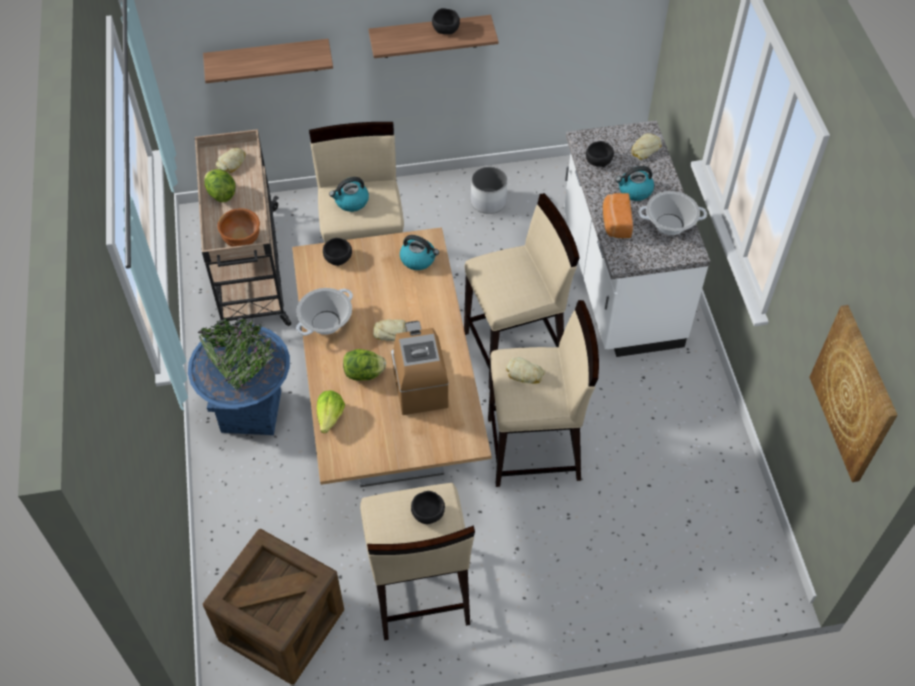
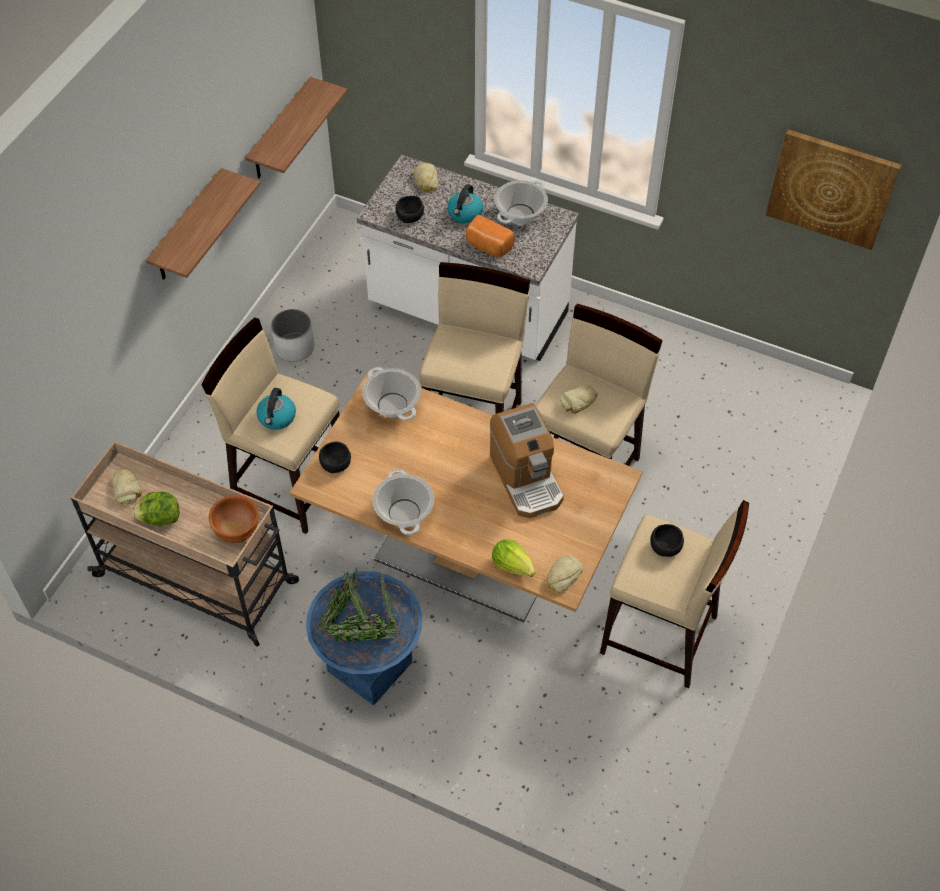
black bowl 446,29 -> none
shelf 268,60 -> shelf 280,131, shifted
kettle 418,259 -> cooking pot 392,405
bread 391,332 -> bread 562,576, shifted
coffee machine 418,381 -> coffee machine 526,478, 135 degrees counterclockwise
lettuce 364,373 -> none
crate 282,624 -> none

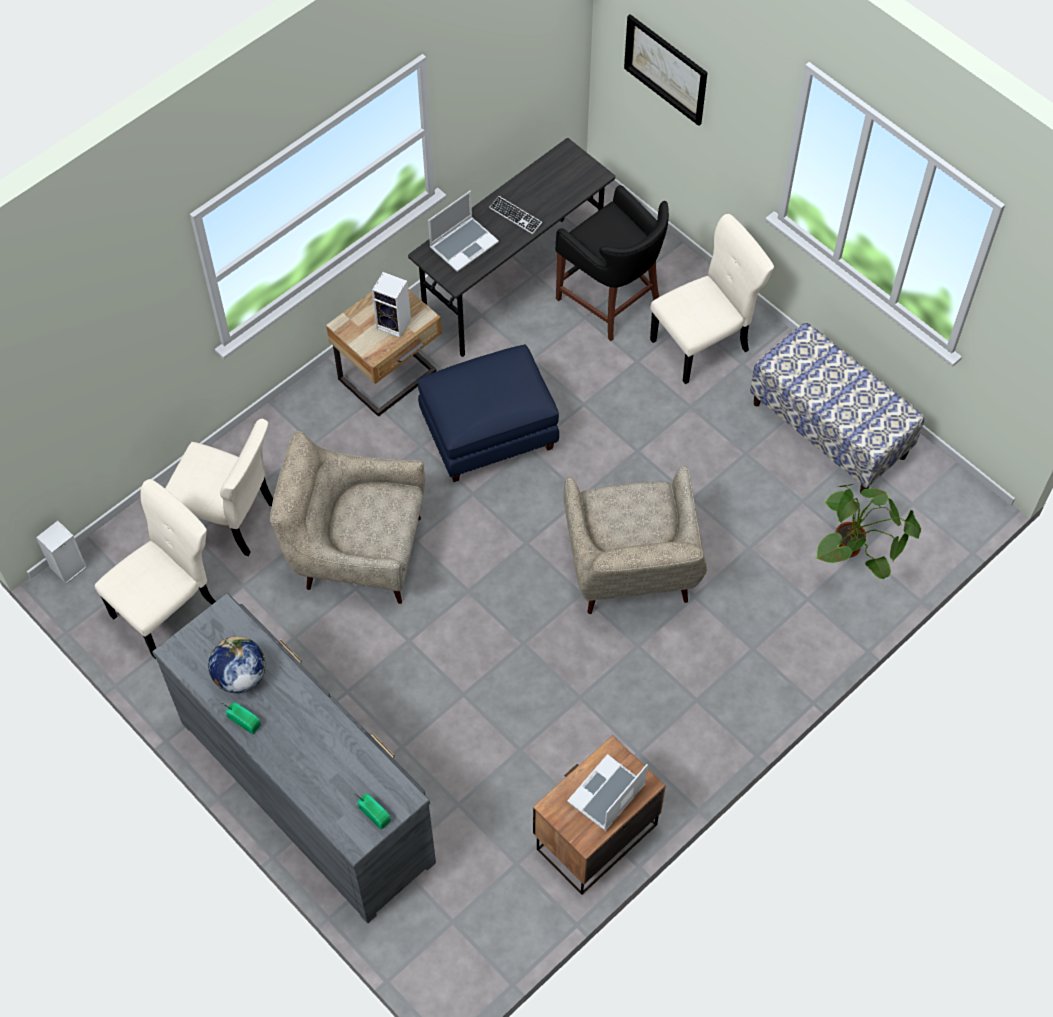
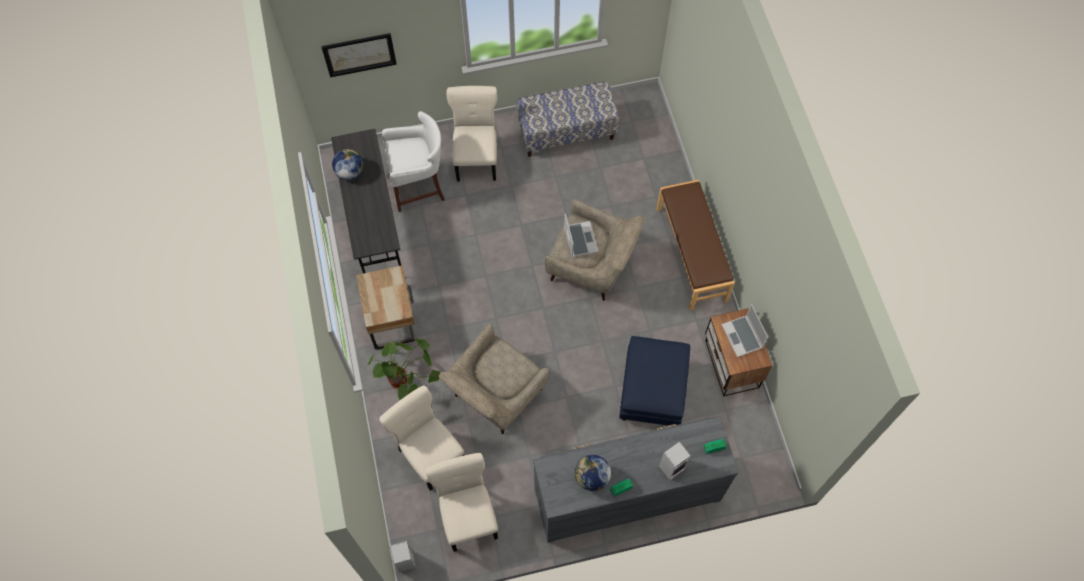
black stool 611,301 -> white stool 419,186
laptop 464,244 -> laptop 579,239, shifted
keyboard 515,216 -> none
speaker 395,324 -> speaker 672,466, shifted
blue ottoman 488,434 -> blue ottoman 653,391, shifted
beige chair 229,519 -> beige chair 430,454, 90 degrees counterclockwise
potted plant 855,557 -> potted plant 407,380, shifted
none -> globe 349,172
none -> brown bench 692,254

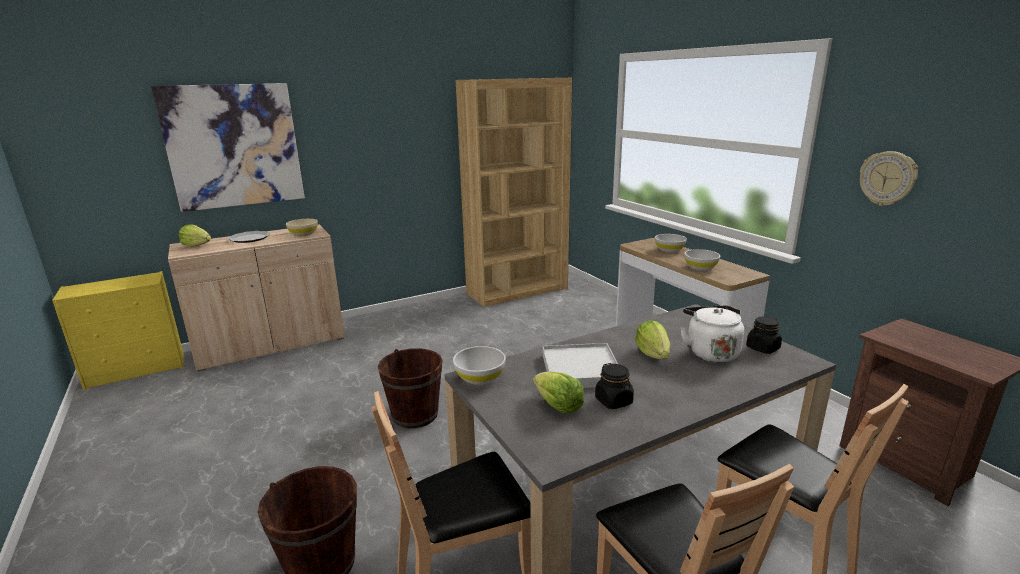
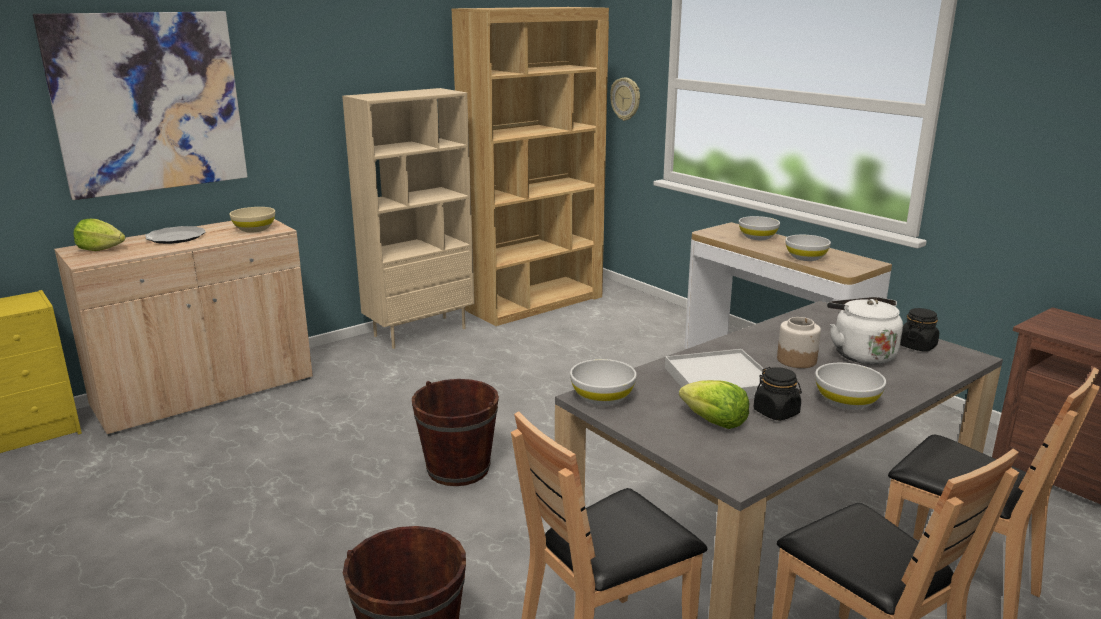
wall clock 887,178 -> wall clock 626,99, shifted
lettuce 653,354 -> jar 796,360
none -> beige bookcase 420,331
none -> white bowl 846,401

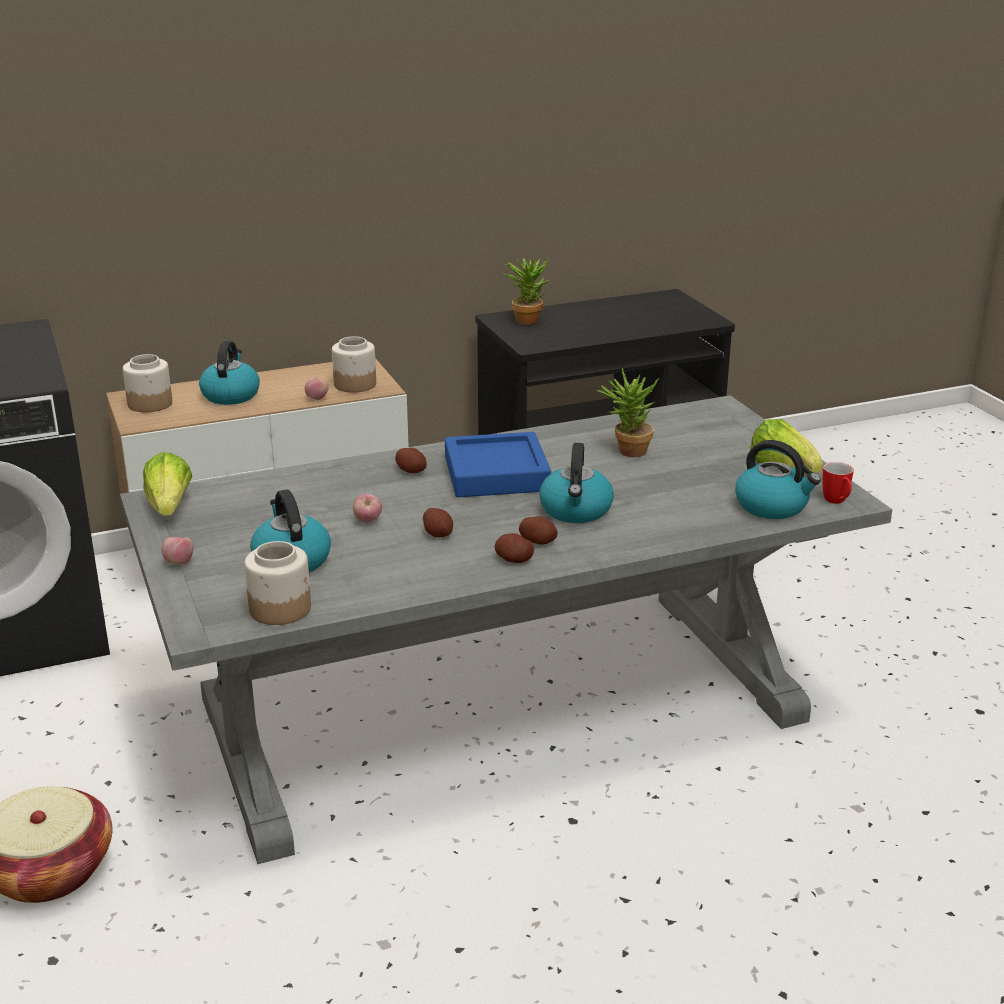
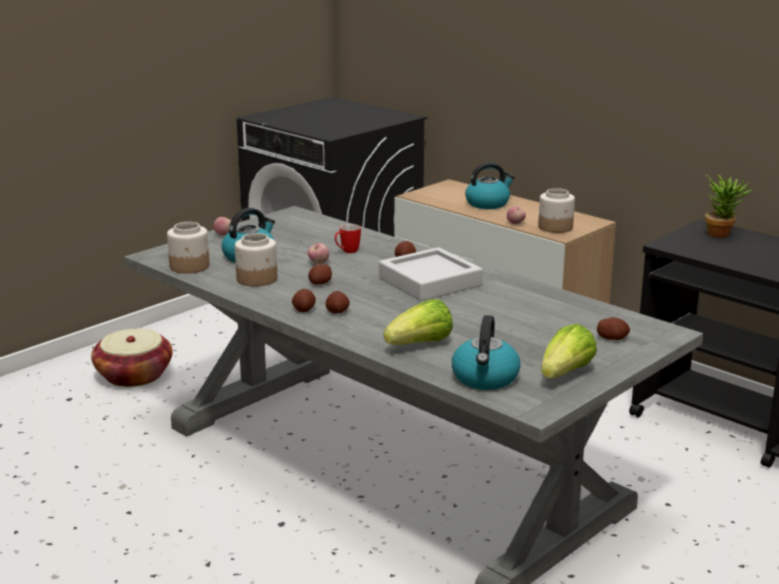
jar 150,404 -> jar 257,279, shifted
potted plant 626,451 -> none
blue tray 496,474 -> grey tray 430,282
kettle 576,511 -> none
lettuce 169,507 -> lettuce 420,344, shifted
mug 837,502 -> mug 347,252, shifted
none -> potato 612,338

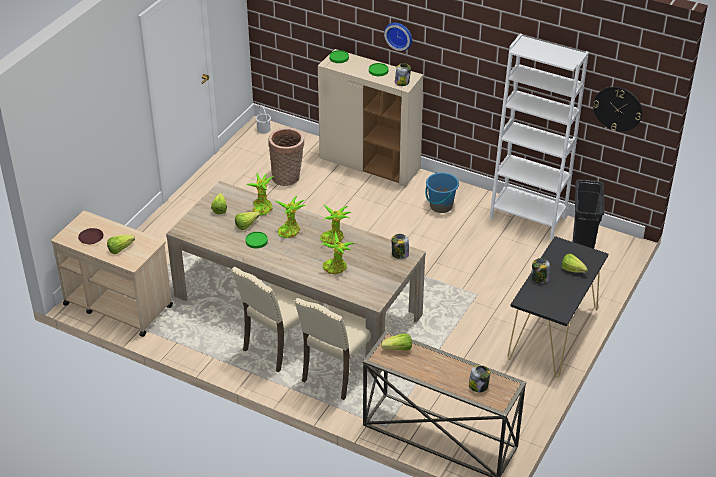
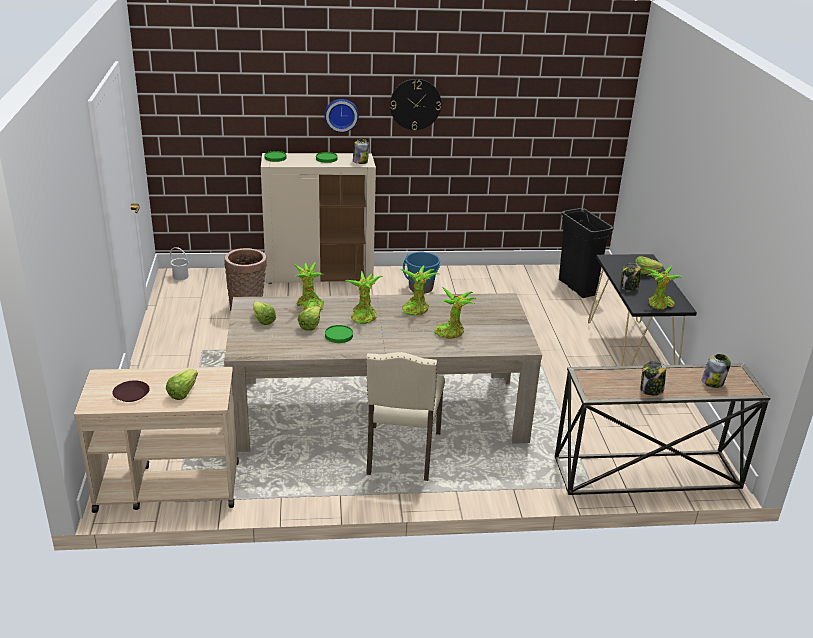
white bookcase 527,218 -> none
wall clock 618,108 -> wall clock 415,104, shifted
jar 399,254 -> jar 651,390, shifted
beige chair 338,372 -> none
lettuce 398,349 -> none
none -> potted plant 659,305

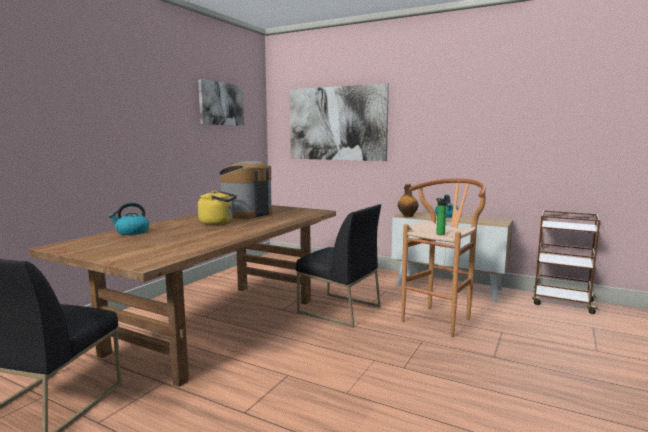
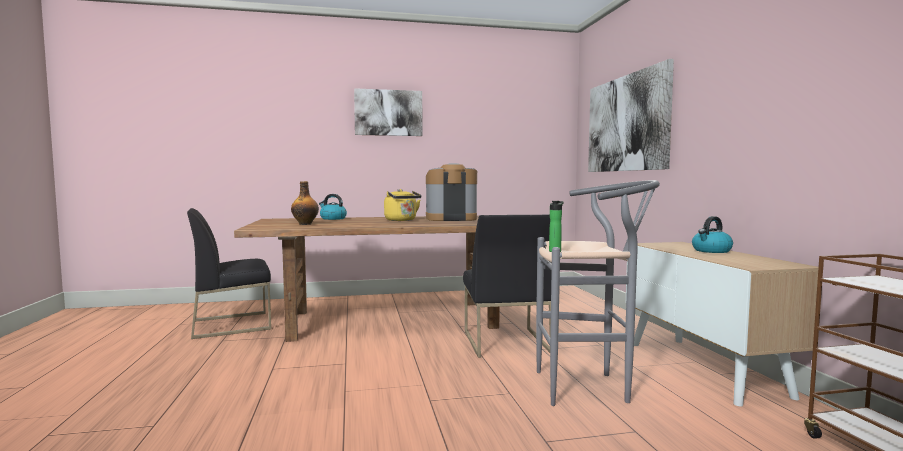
picture 221,104 -> picture 388,113, shifted
brown stool 441,319 -> grey stool 590,387
bottle 407,216 -> bottle 305,224, shifted

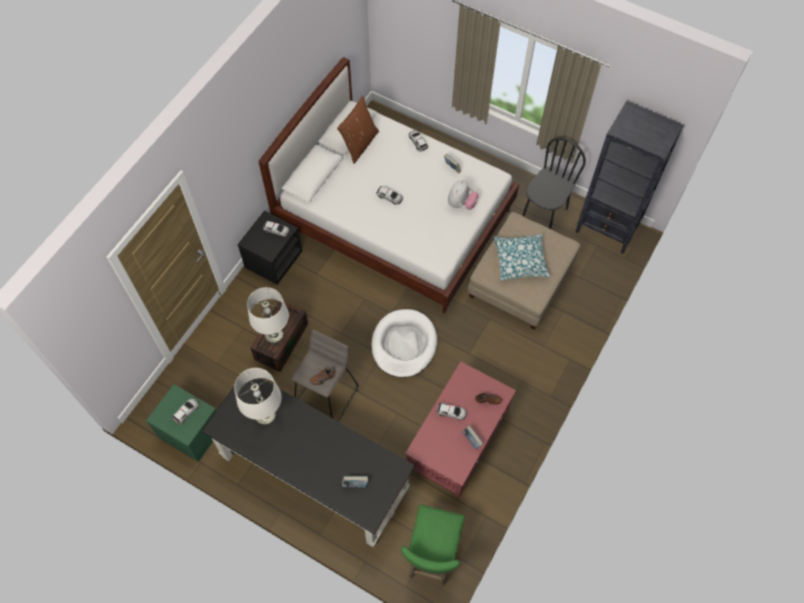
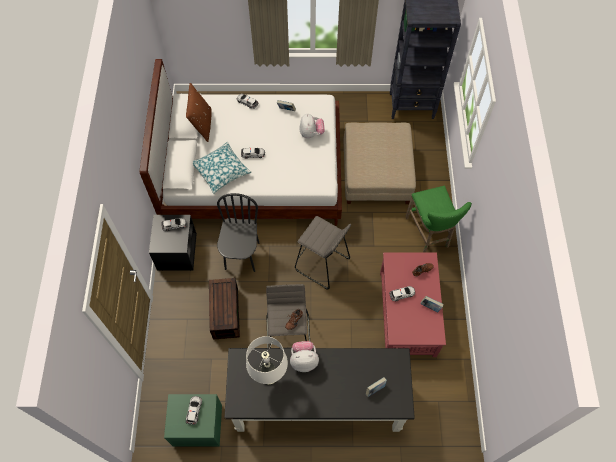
black chair 544,213 -> black chair 241,255, shifted
pillow 520,260 -> pillow 221,171, shifted
white table lamp 274,335 -> none
white dog bed 404,345 -> grey stool 322,265
green stool 432,556 -> green stool 429,234, shifted
none -> plush toy 304,360

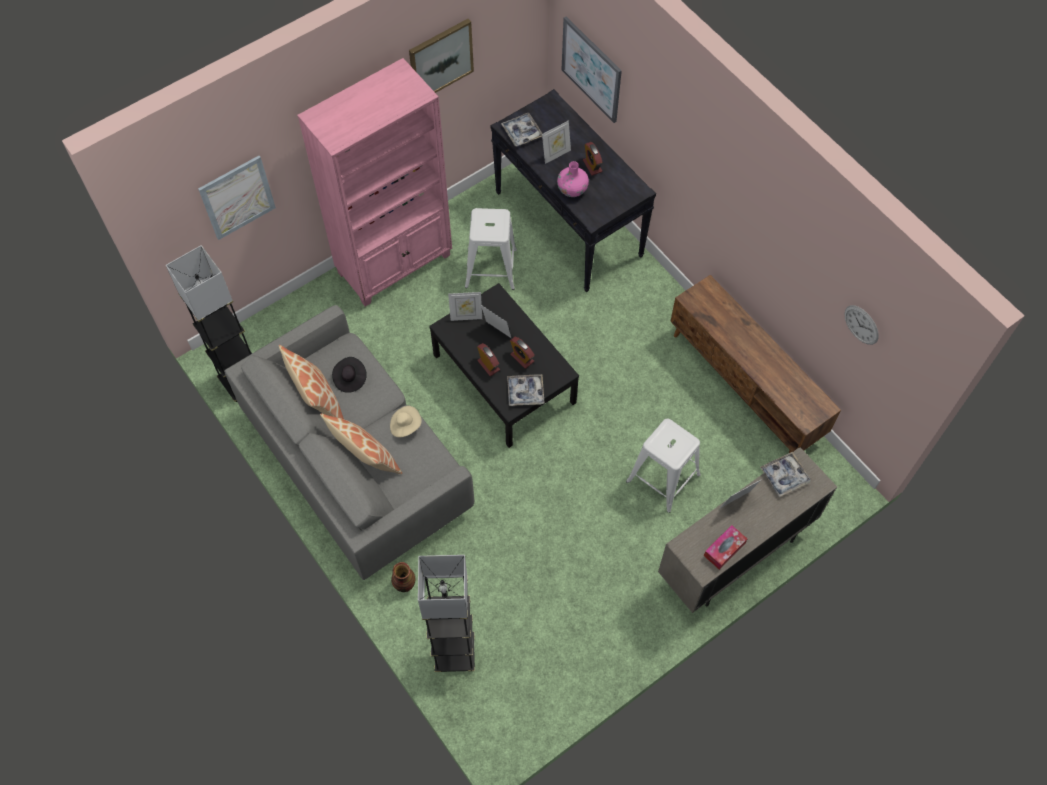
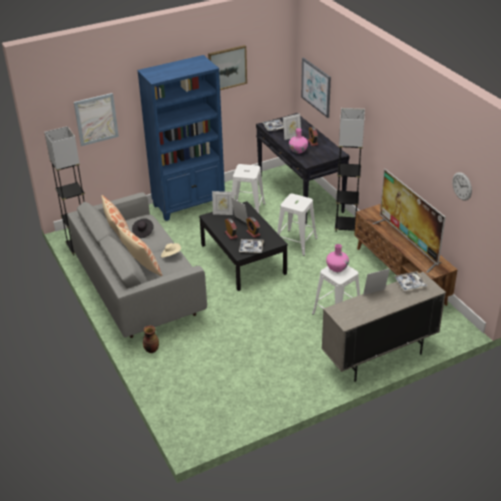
pink bookcase 395,264 -> blue bookcase 189,204
tissue box 724,549 -> none
black floor lamp 455,653 -> black floor lamp 345,226, shifted
none -> television 408,243
none -> white stool 296,242
none -> pink vase 337,268

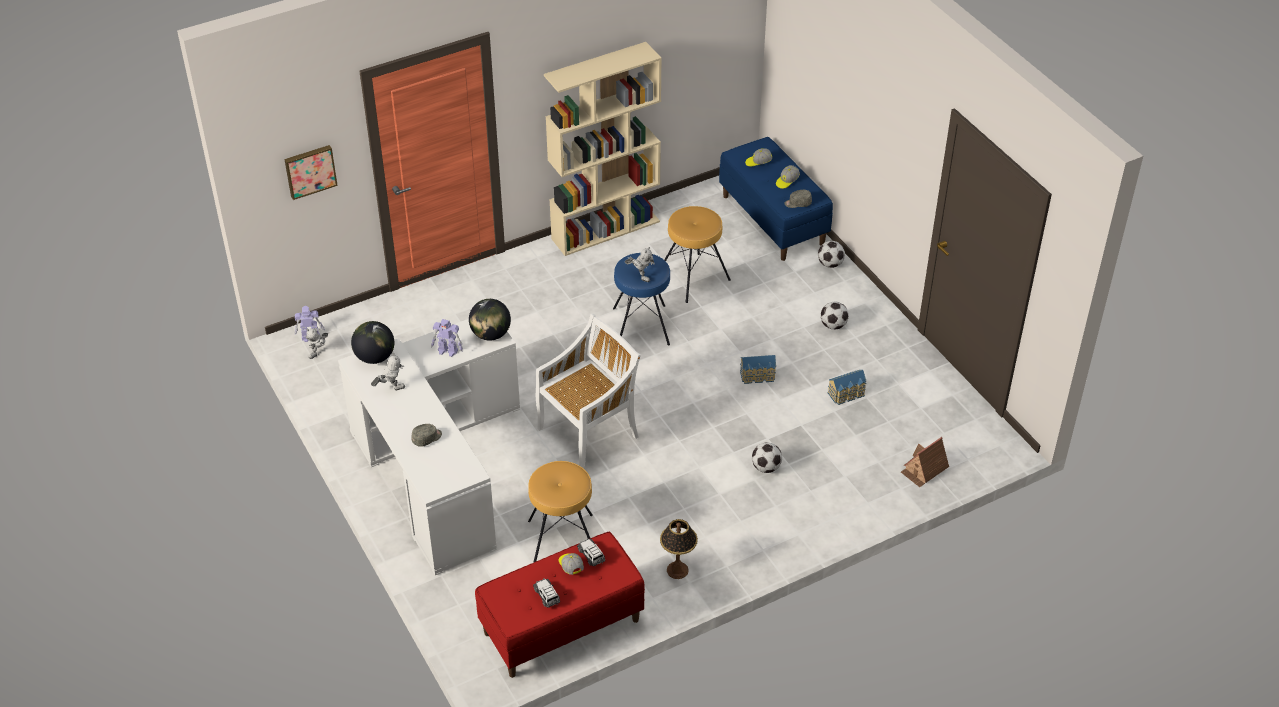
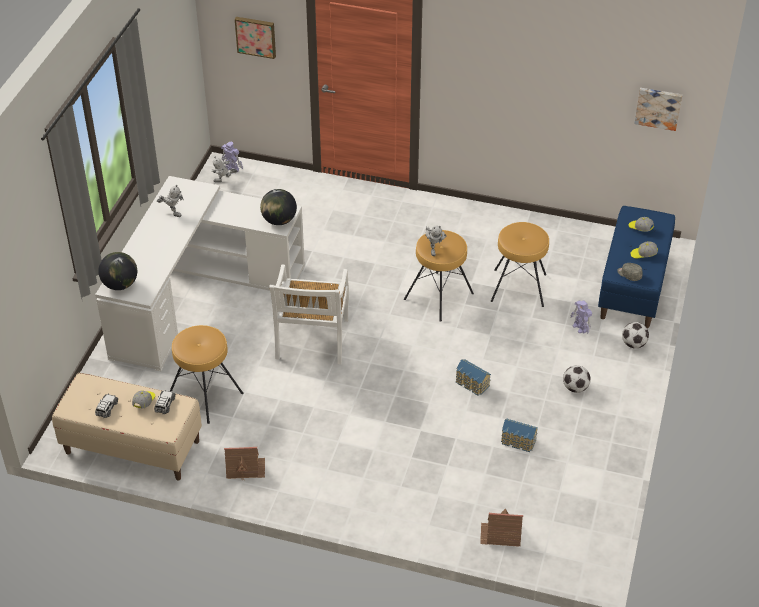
beige bookcase 606,229 -> none
blue stool 641,326 -> brown stool 439,296
white chair 589,432 -> white chair 312,340, 90 degrees clockwise
toy robot 448,351 -> toy robot 580,328, shifted
globe 375,357 -> globe 120,284, shifted
grey cap 427,438 -> none
football 766,468 -> none
table lamp 677,570 -> toy house 245,468
red bench 561,627 -> beige bench 132,447
none -> picture 658,107

